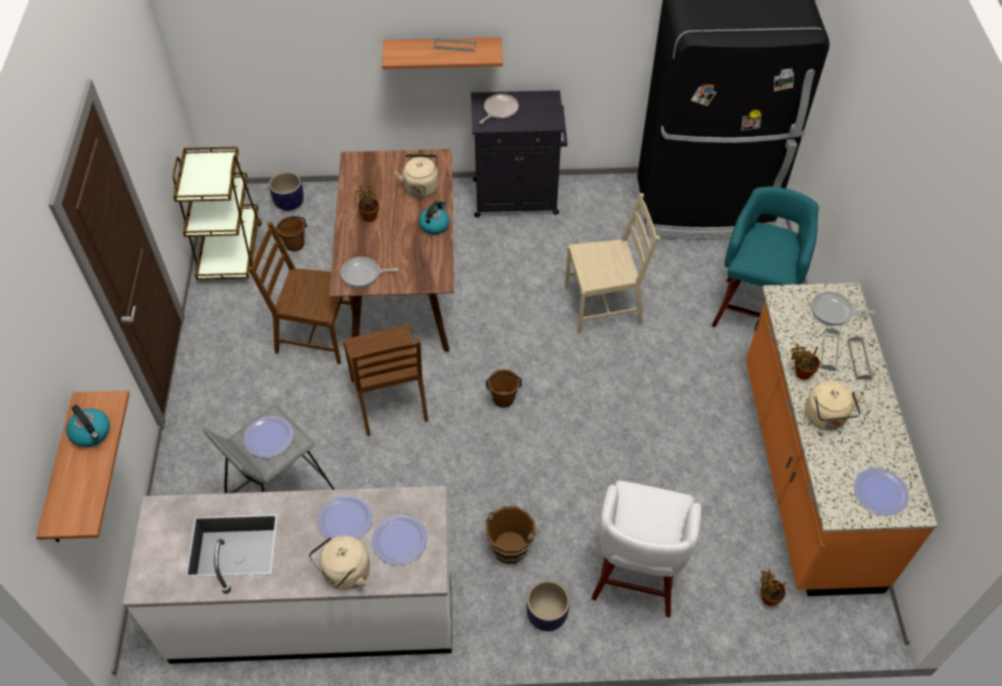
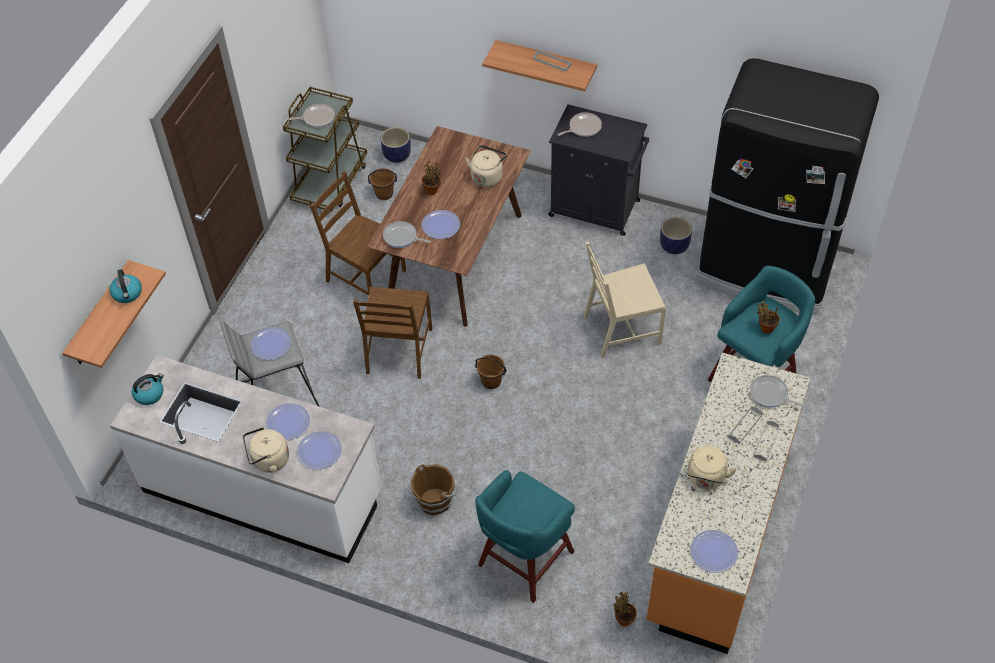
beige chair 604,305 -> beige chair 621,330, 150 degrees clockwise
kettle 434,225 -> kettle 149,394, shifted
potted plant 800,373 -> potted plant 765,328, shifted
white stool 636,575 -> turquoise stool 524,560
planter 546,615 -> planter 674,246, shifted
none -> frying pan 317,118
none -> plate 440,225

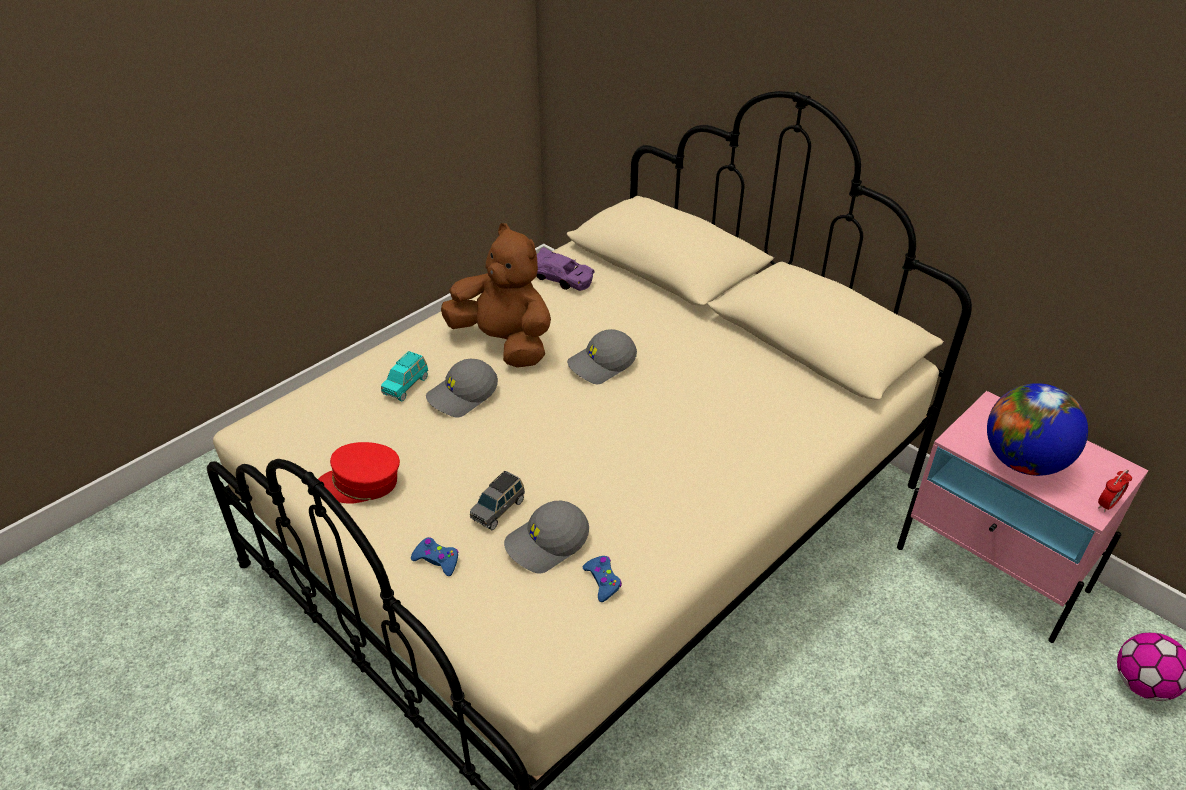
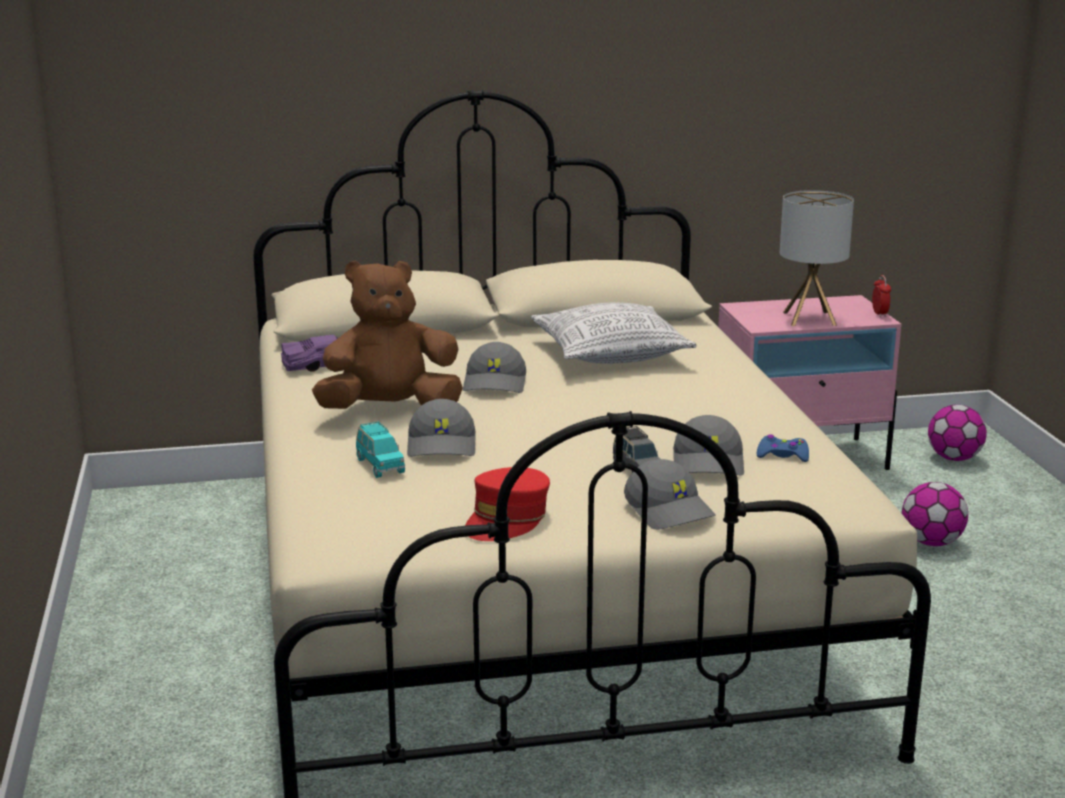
globe 1023,462 -> table lamp 809,318
blue game controller 437,560 -> grey cap 670,510
none -> pillow 611,354
none -> football 931,542

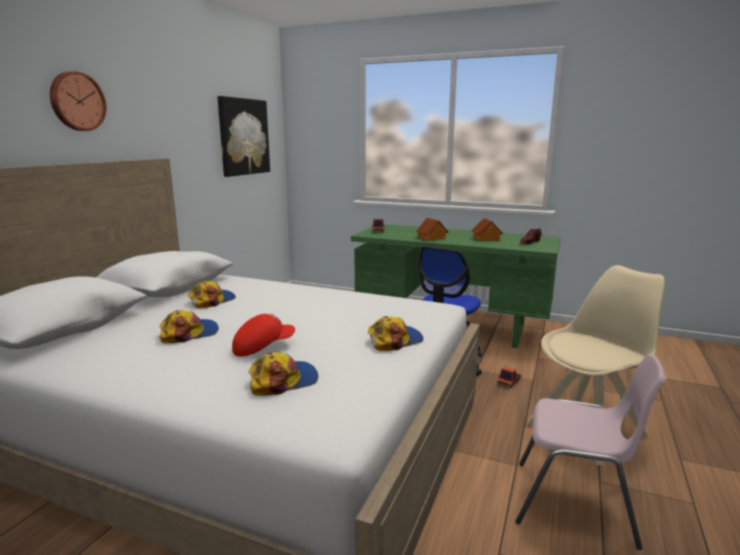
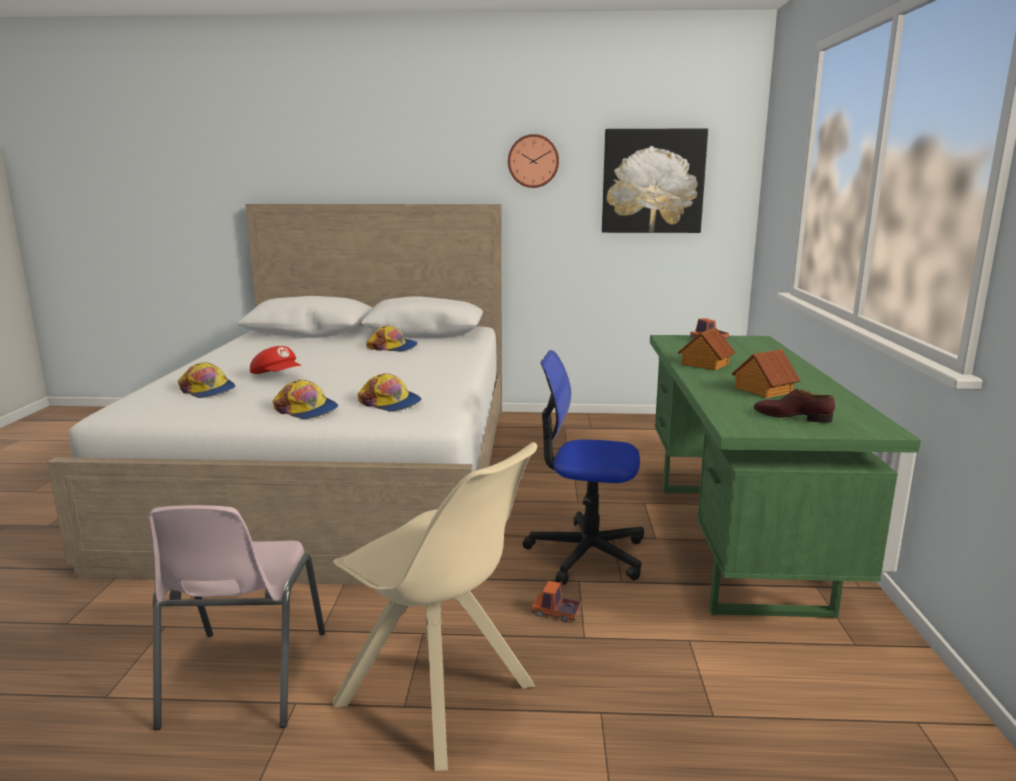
wall clock 76,101 -> wall clock 533,161, shifted
cap 189,333 -> cap 390,403, shifted

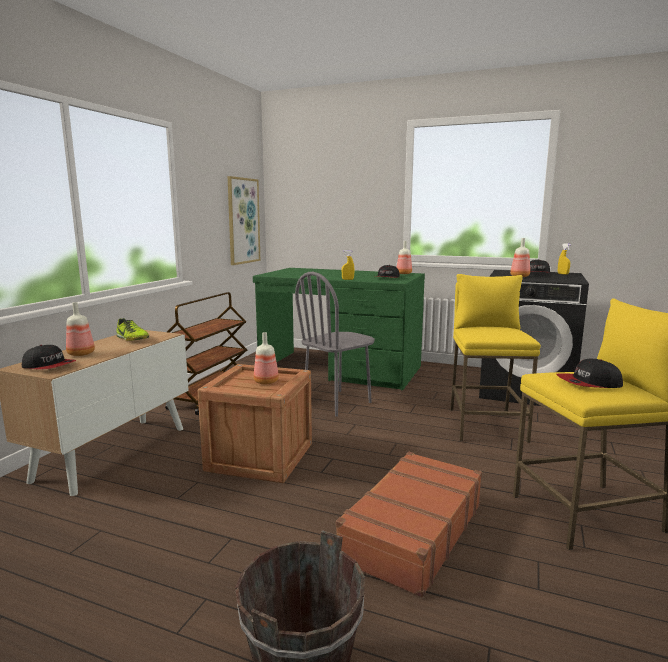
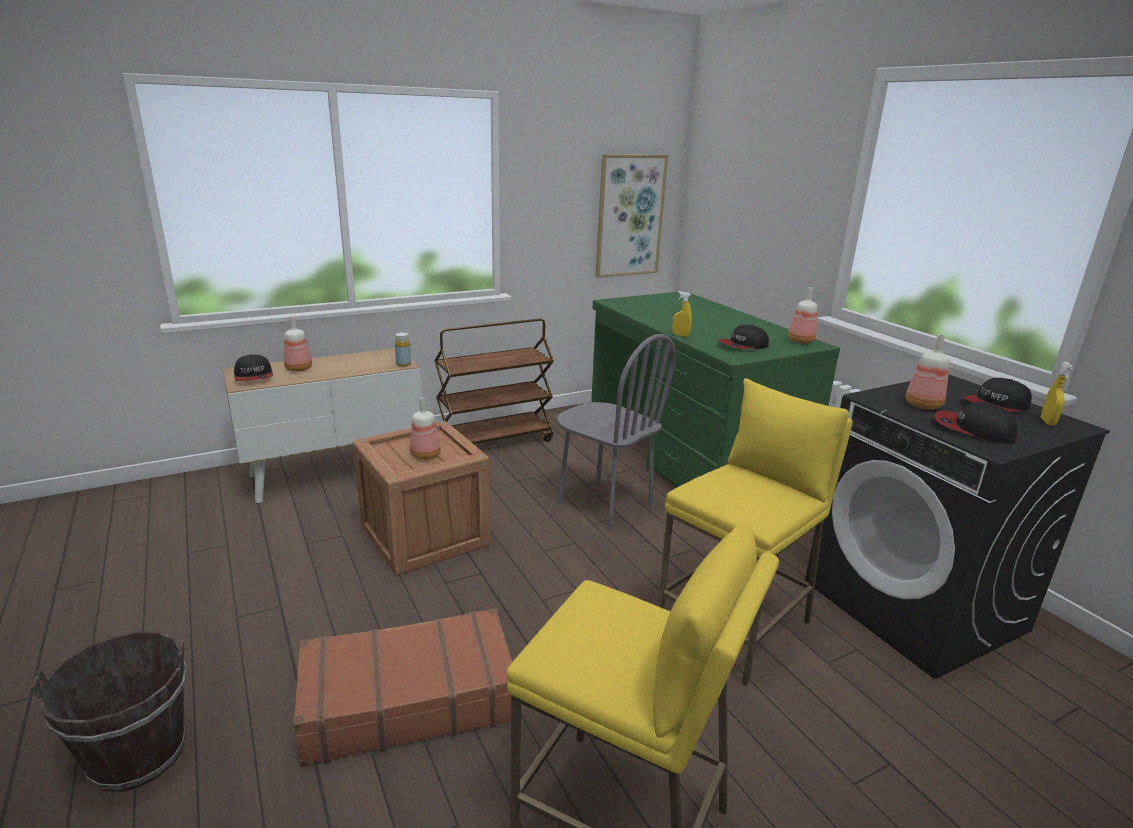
grey chair 337,402 -> grey chair 604,504, 135 degrees counterclockwise
shoe 132,339 -> none
cap 589,383 -> cap 973,430, shifted
none -> yellow bottle 403,364

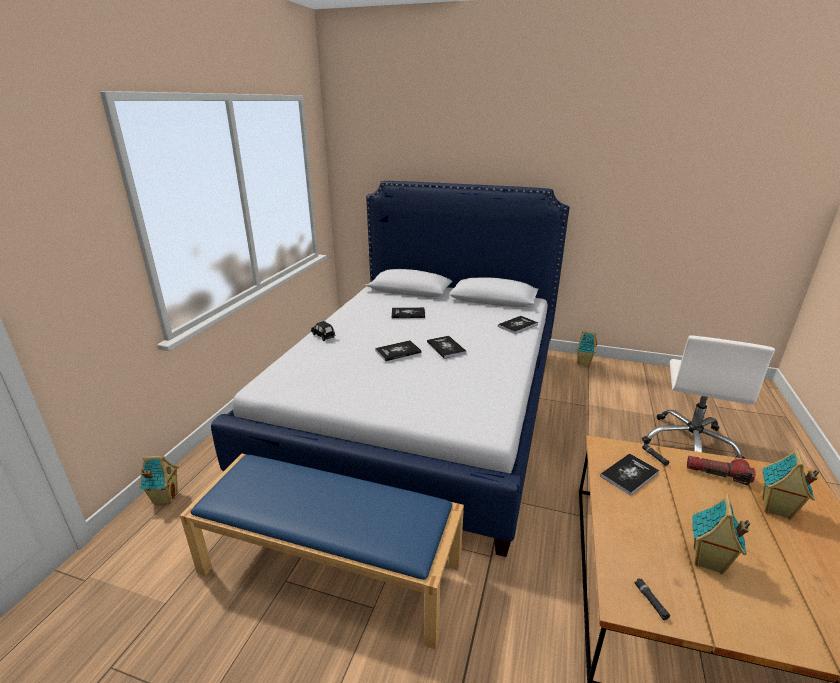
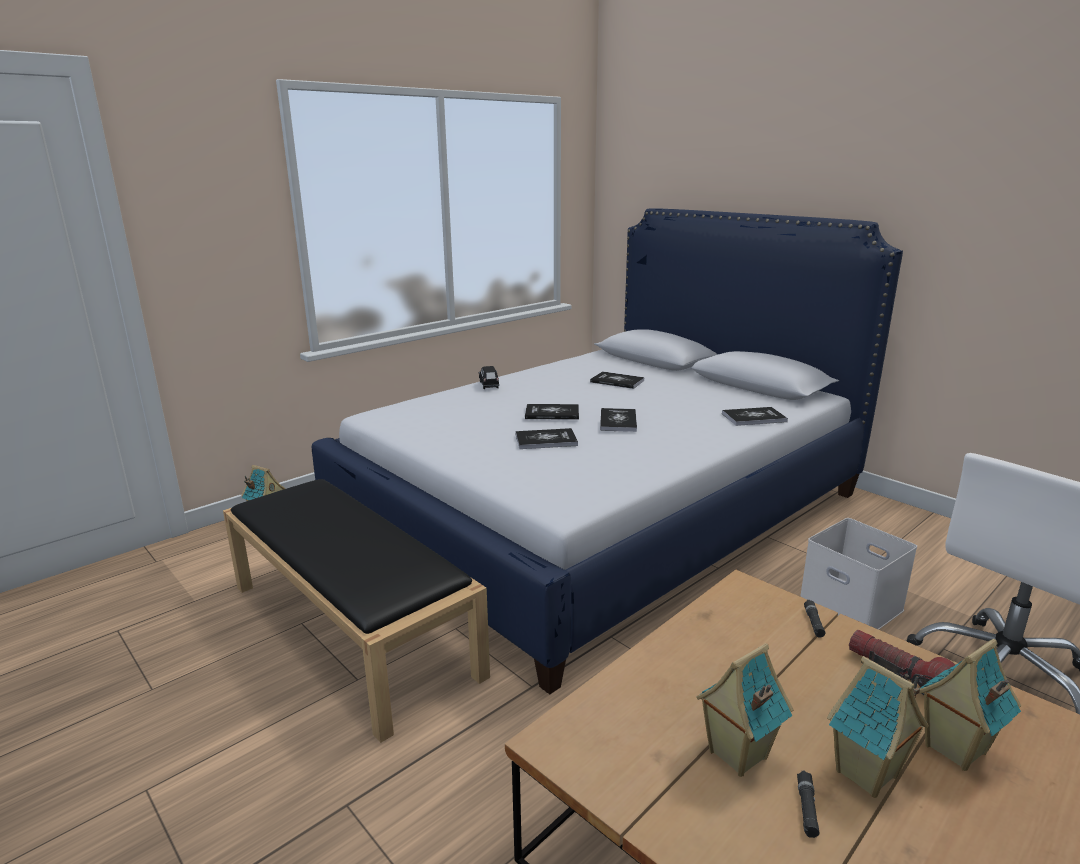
toy house 584,363 -> toy house 867,775, shifted
blue bench 332,567 -> black bench 353,628
book 629,474 -> book 546,440, shifted
black flashlight 650,601 -> black flashlight 807,808, shifted
none -> white storage box 853,606

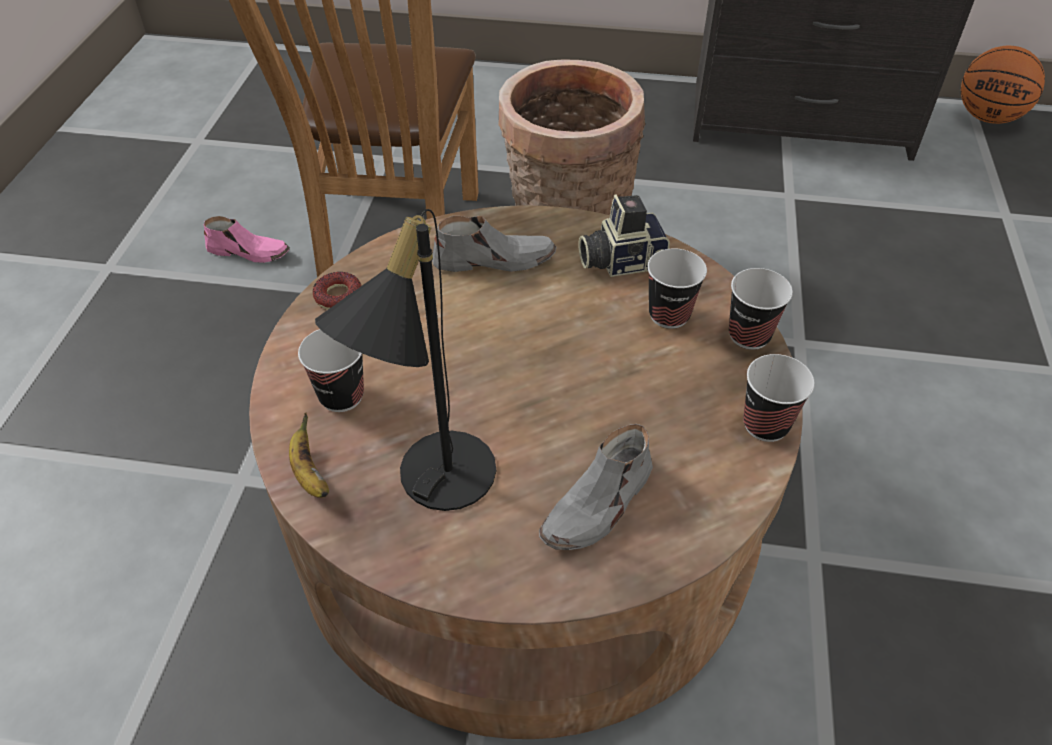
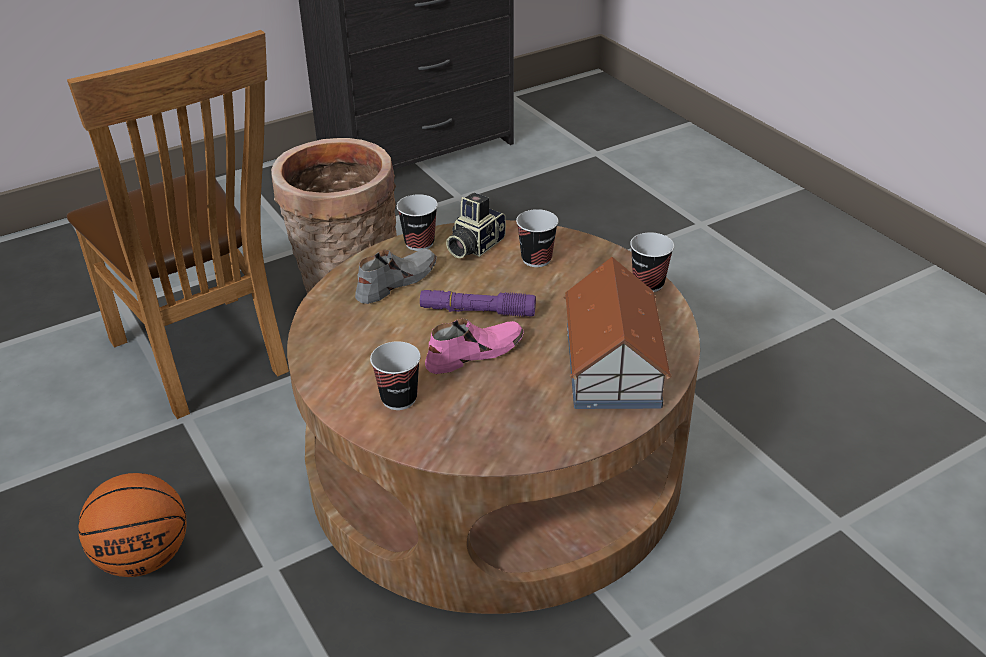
basketball 987,117 -> basketball 144,557, shifted
black table lamp 430,479 -> none
pink shoe 249,252 -> pink shoe 474,353, shifted
cup 749,335 -> cup 419,243, shifted
donut 338,296 -> none
banana 309,473 -> none
grey shoe 599,505 -> toy house 613,364
none -> purple flashlight 477,311

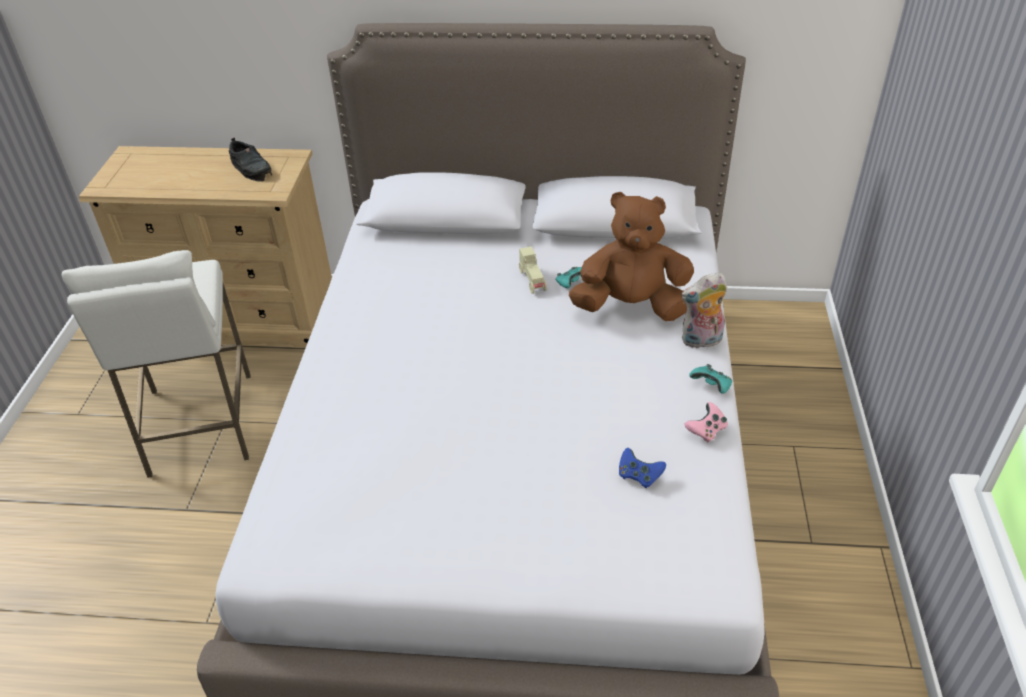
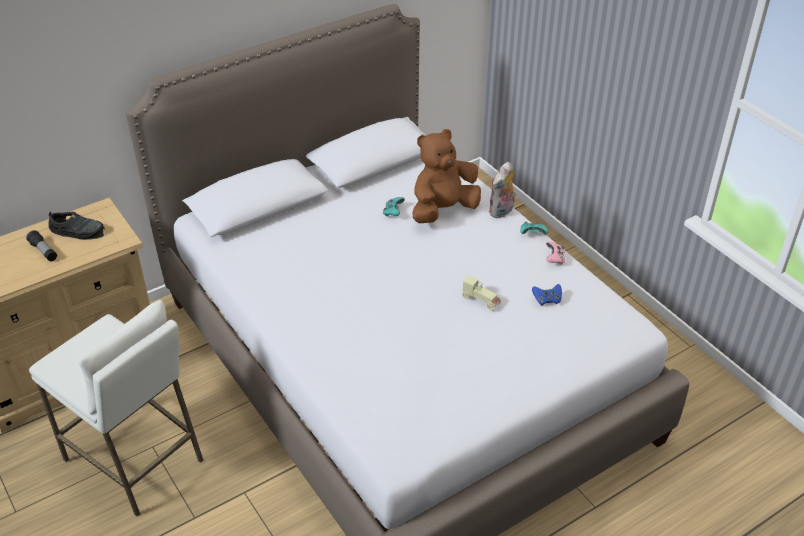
beige toy car 533,281 -> beige toy car 481,301, shifted
none -> flashlight 44,251

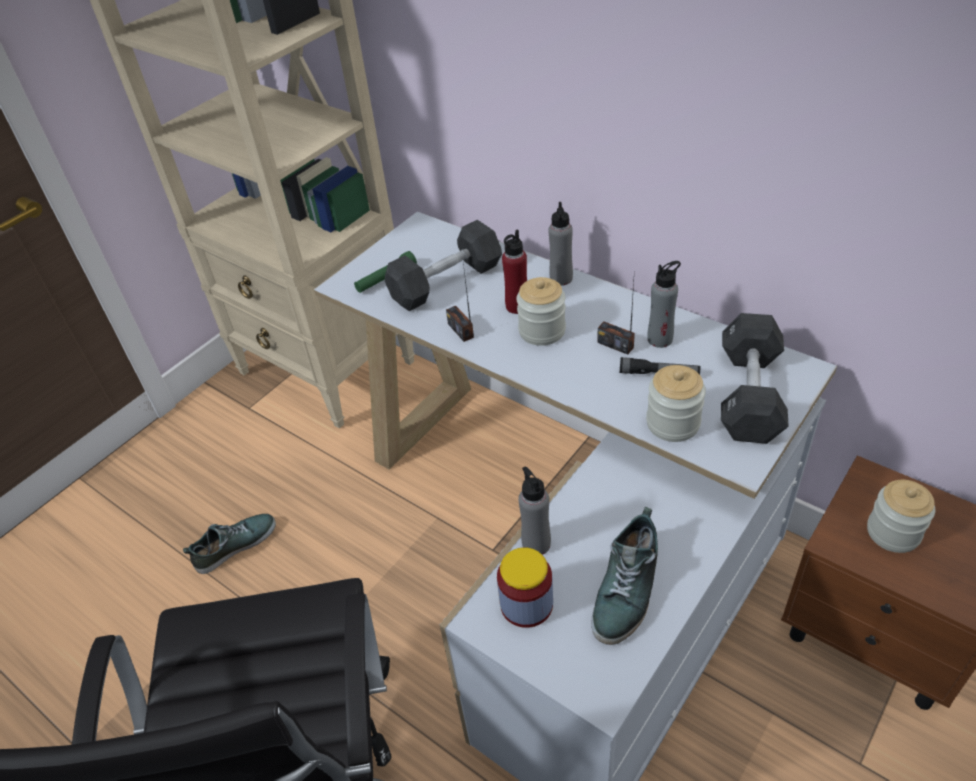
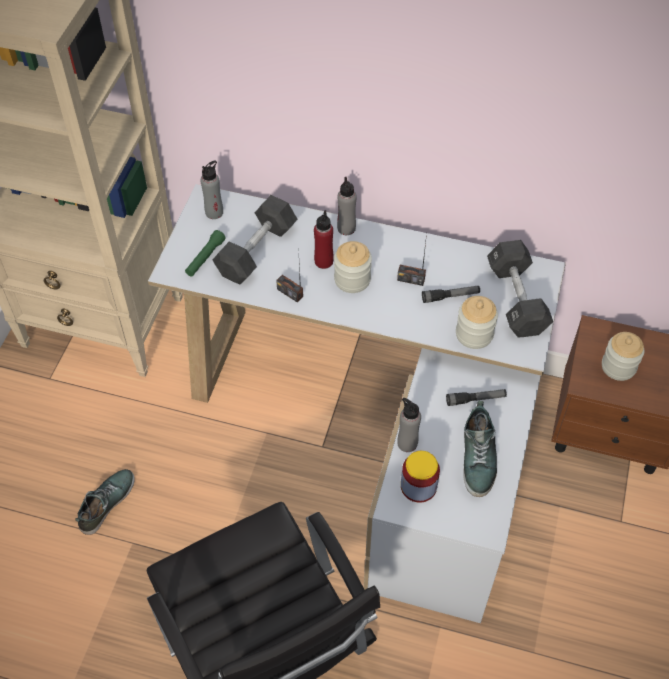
grey bottle 660,339 -> grey bottle 214,212, shifted
none -> flashlight 475,399

